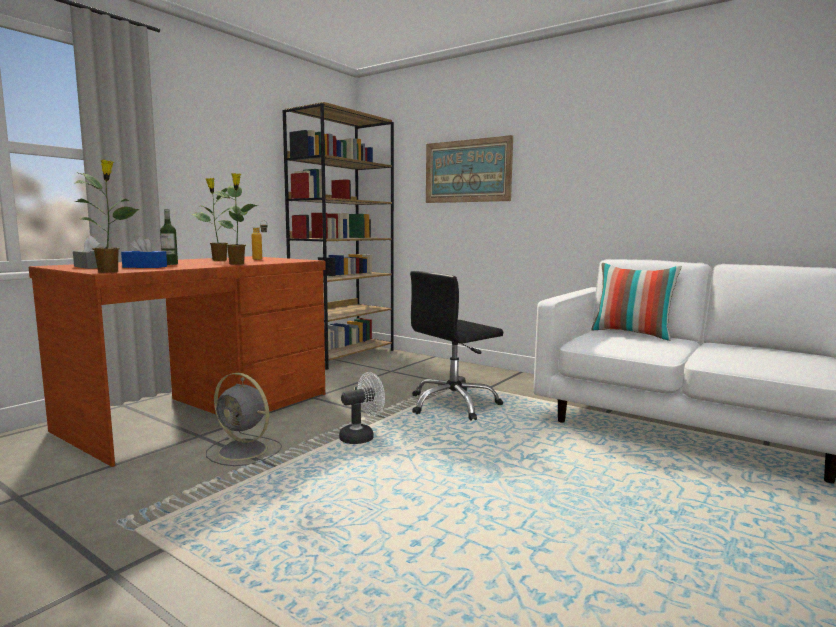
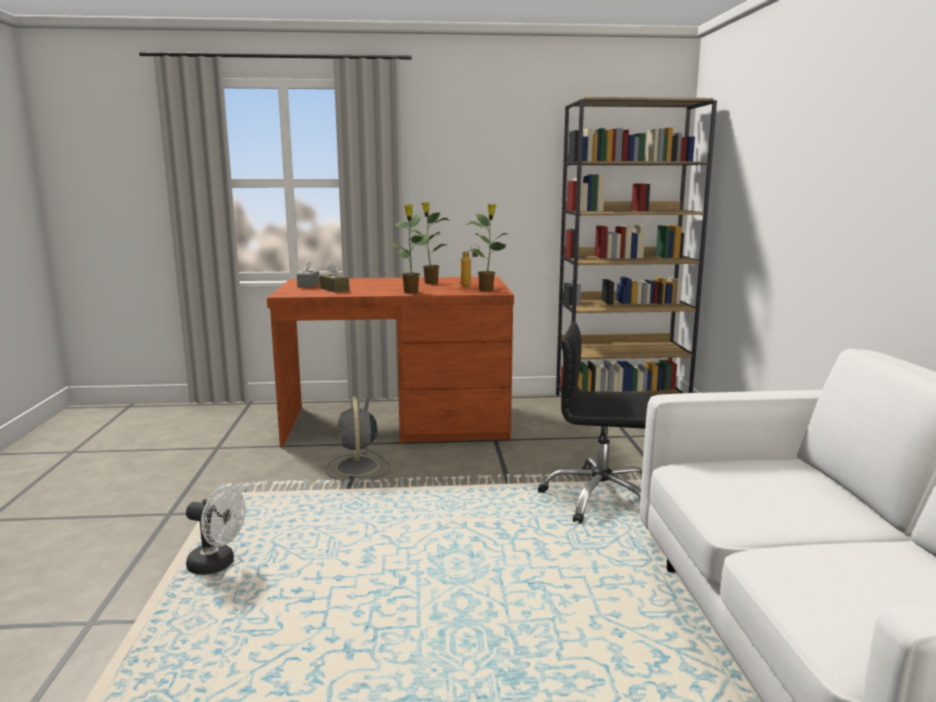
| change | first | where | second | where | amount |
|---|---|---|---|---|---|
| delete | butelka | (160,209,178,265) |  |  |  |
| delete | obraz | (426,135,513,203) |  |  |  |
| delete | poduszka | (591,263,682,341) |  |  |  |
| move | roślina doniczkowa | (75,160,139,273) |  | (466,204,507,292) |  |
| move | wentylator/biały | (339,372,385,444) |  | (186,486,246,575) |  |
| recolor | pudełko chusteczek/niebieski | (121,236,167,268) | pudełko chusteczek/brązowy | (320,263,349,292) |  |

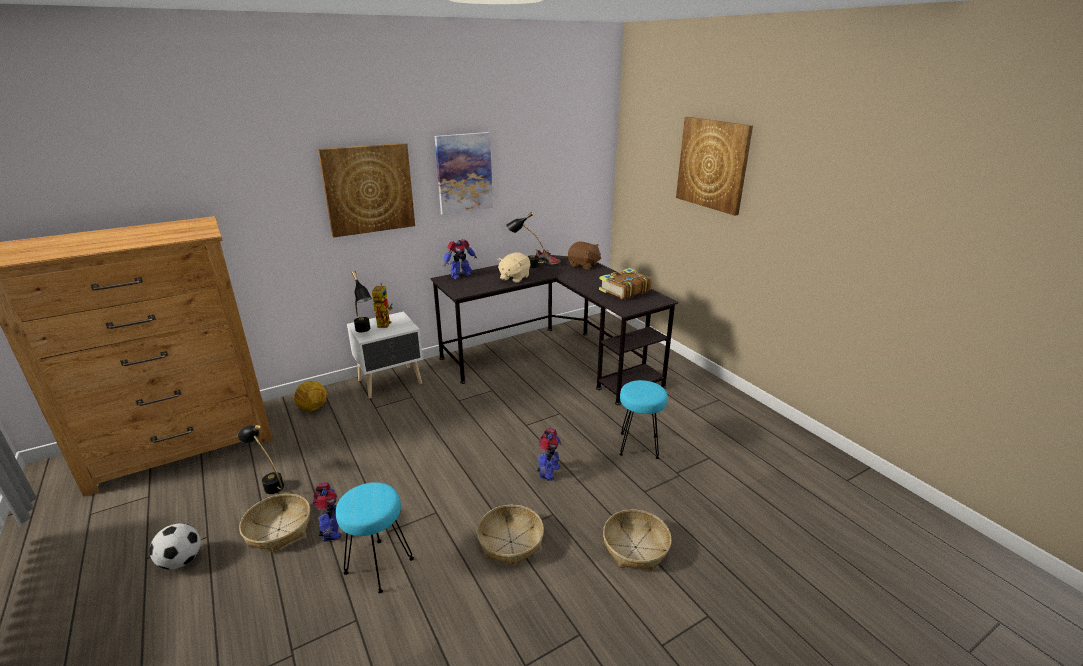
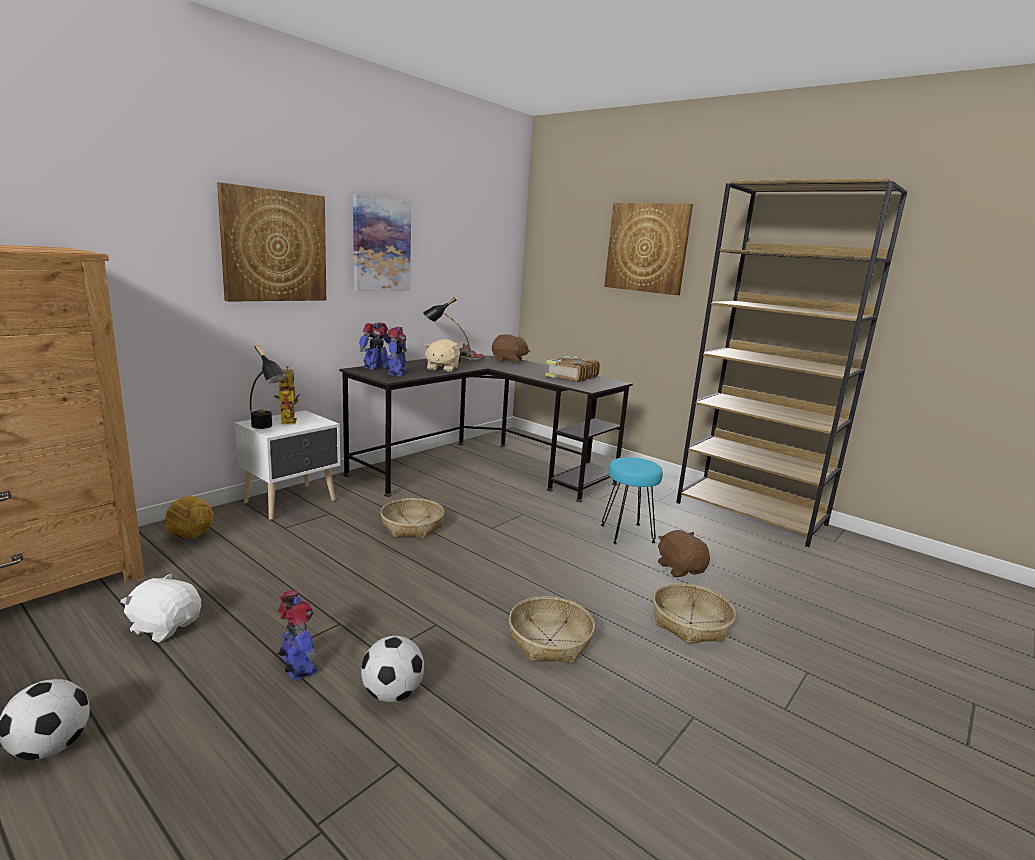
| change | first | where | second | where | amount |
|---|---|---|---|---|---|
| insert |  |  | pluszak/brązowy | (658,530,710,577) |  |
| insert |  |  | regał/brązowy | (676,178,908,547) |  |
| move | koszyk | (239,494,310,553) |  | (381,498,444,538) |  |
| move | robot zabawkowy | (537,428,562,481) |  | (386,327,407,376) |  |
| replace | lampa stołowa/czarny | (238,425,284,494) | pluszak/biały | (120,573,201,643) |  |
| replace | stołek/turkusowy | (336,482,414,593) | piłka futbolowa | (361,636,424,702) |  |

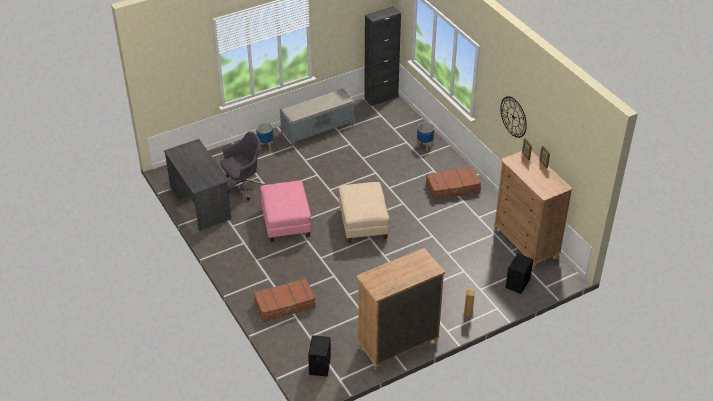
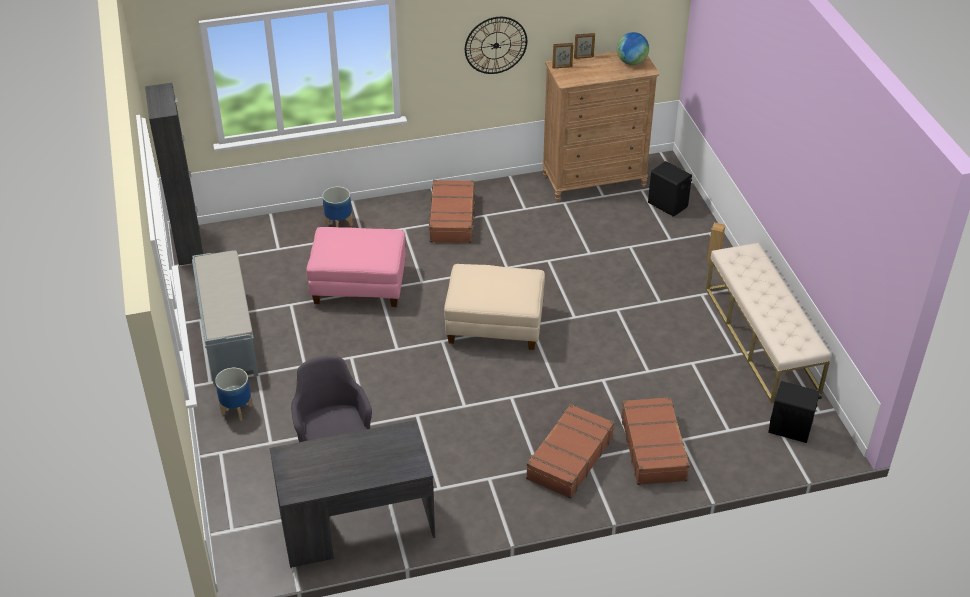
| change | first | where | second | where | amount |
|---|---|---|---|---|---|
| insert |  |  | walizka/brązowy | (526,404,614,499) |  |
| insert |  |  | globus | (617,32,649,65) |  |
| move | pufa/różowy | (260,181,311,242) |  | (306,227,406,307) |  |
| replace | komoda/brązowy | (357,248,445,370) | ławka/beżowy | (706,243,831,403) |  |

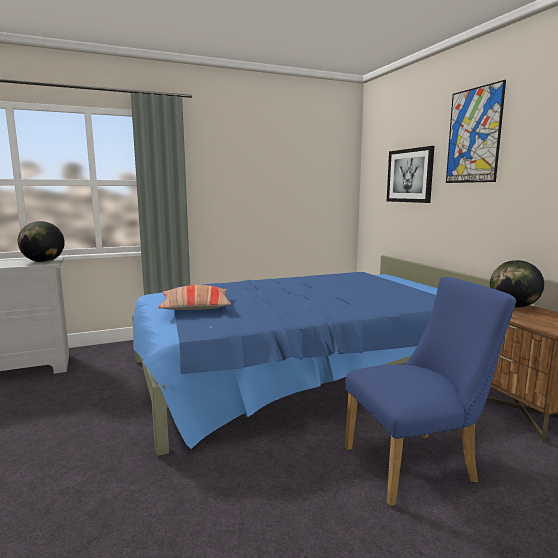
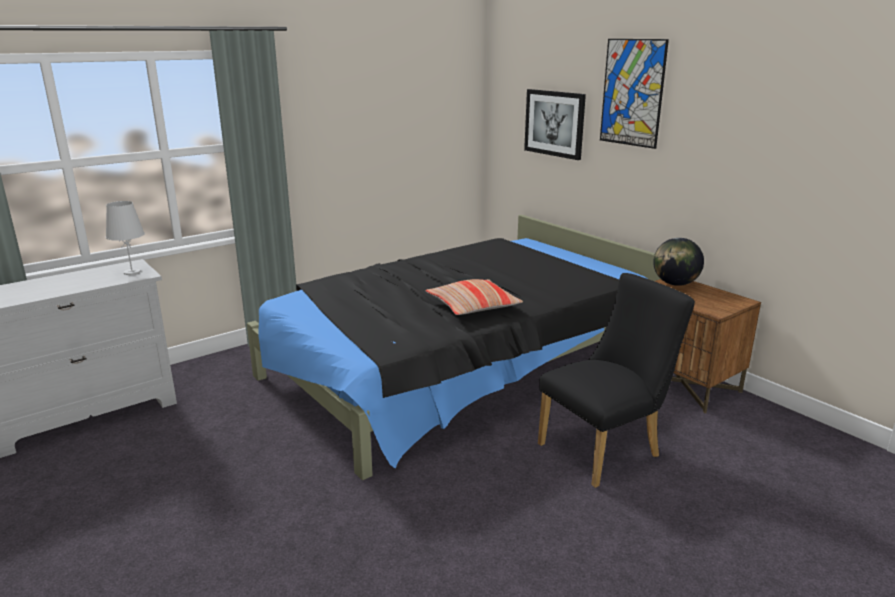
| change | first | where | second | where | amount |
|---|---|---|---|---|---|
| move | poduszka | (158,285,231,310) |  | (426,279,523,315) |  |
| replace | globus | (18,221,65,262) | lampa stołowa/biały | (106,201,145,275) |  |
| recolor | łóżko/niebieski | (132,255,490,456) | łóżko/czarny | (247,215,660,481) |  |
| recolor | krzesło/niebieski | (345,277,516,506) | krzesło/czarny | (538,273,695,488) |  |

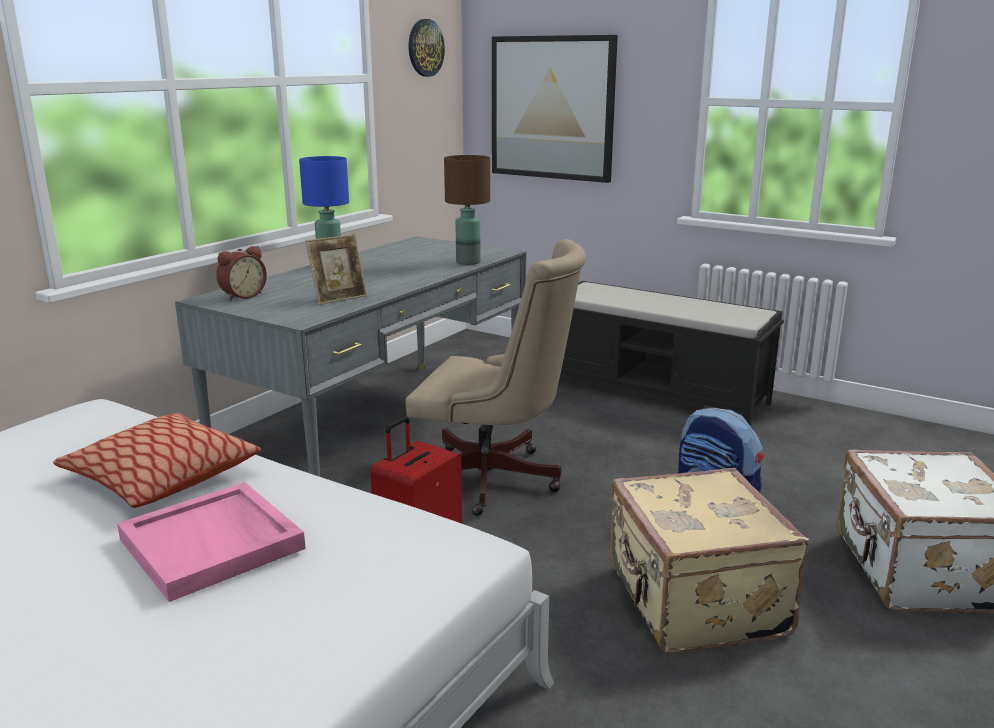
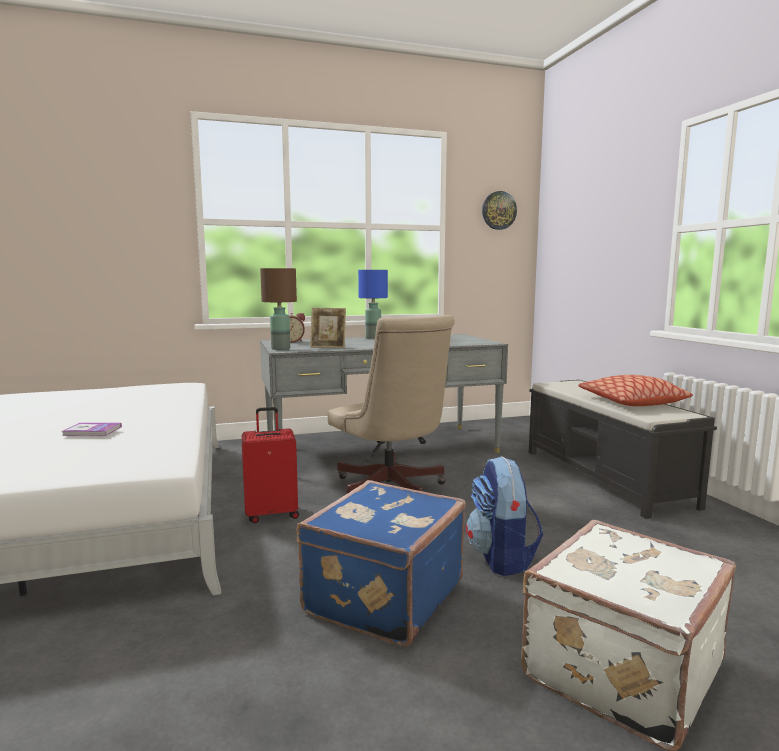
| change | first | where | second | where | amount |
|---|---|---|---|---|---|
| delete | obraz | (492,35,618,183) |  |  |  |
| move | poduszka | (53,413,261,508) |  | (578,375,693,406) |  |
| move | lampa stołowa/brązowy | (444,155,490,265) |  | (260,268,297,350) |  |
| replace | taca/różowy | (117,482,306,602) | książka | (62,423,122,436) |  |
| recolor | walizka/beżowy | (609,468,809,654) | walizka/niebieski | (296,480,466,647) |  |

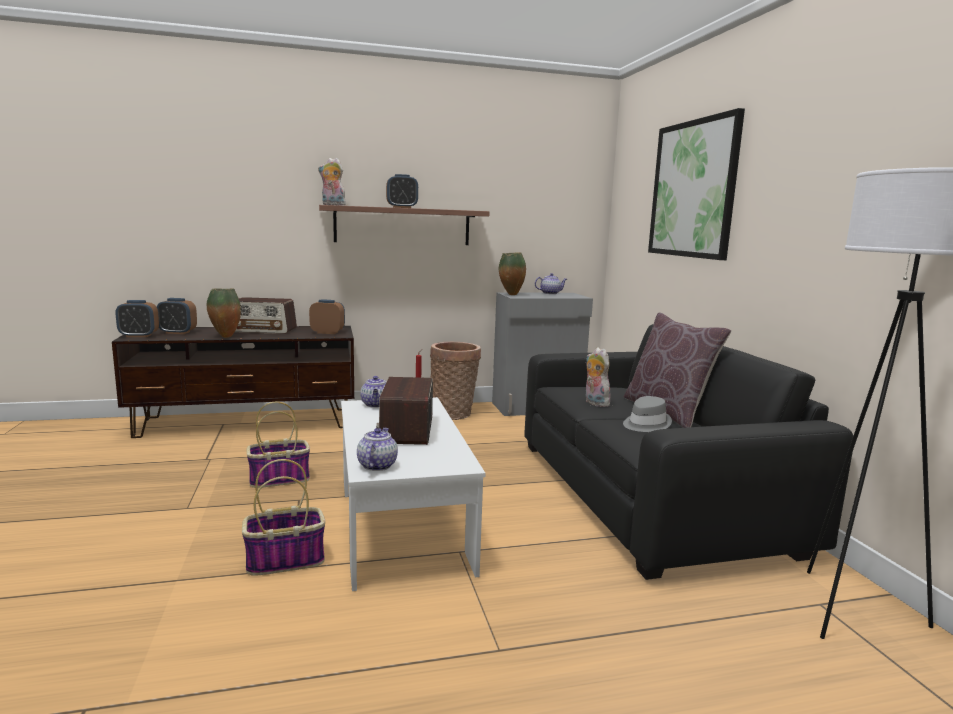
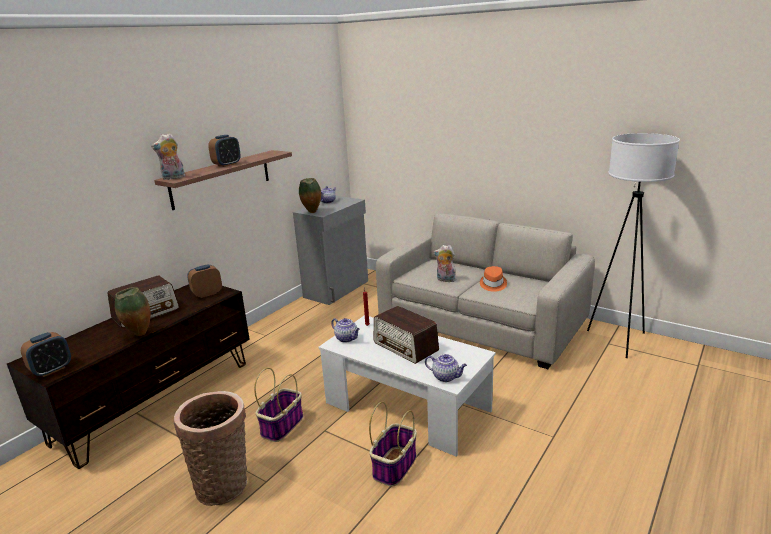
| change | first | where | second | where | amount |
|---|---|---|---|---|---|
| delete | budzik | (157,298,197,334) |  |  |  |
| delete | poduszka/brązowy | (624,312,731,428) |  |  |  |
| delete | obraz | (648,108,745,260) |  |  |  |
| move | koszyk | (430,342,481,420) |  | (174,391,247,506) |  |
| recolor | kanapa/czarny | (524,324,853,580) | kanapa/beżowy | (376,213,595,369) |  |
| recolor | kapelusz/szary | (623,396,672,432) | kapelusz/pomarańczowy | (480,266,507,292) |  |
| rotate | imbryk | (357,428,398,471) |  | (425,354,467,382) | 150 degrees clockwise |

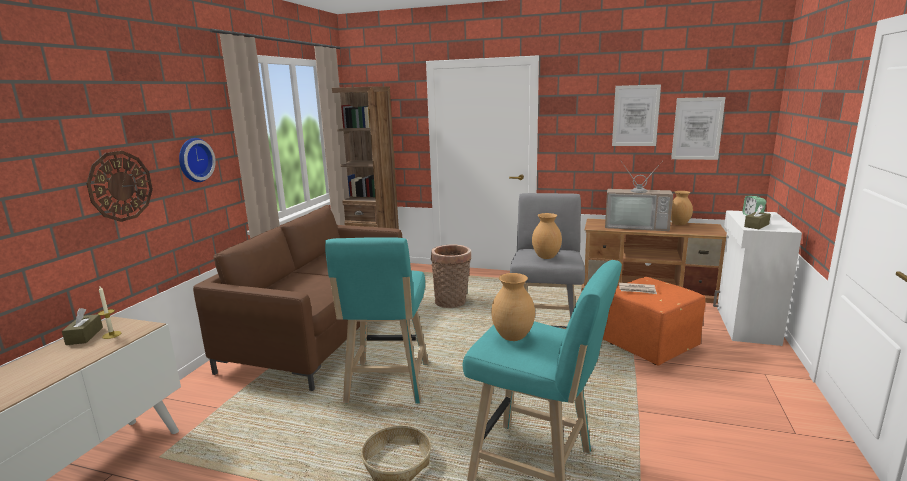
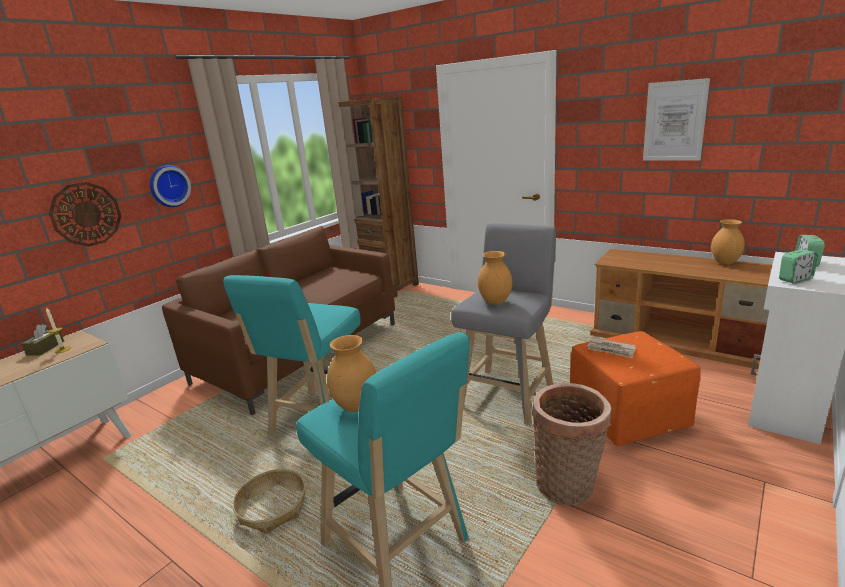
| change | first | where | second | where | amount |
|---|---|---|---|---|---|
| delete | telewizor | (605,160,673,231) |  |  |  |
| delete | obraz | (671,97,725,160) |  |  |  |
| move | koszyk | (431,245,472,308) |  | (532,383,611,505) |  |
| replace | pudełko chusteczek/brązowy | (744,204,771,229) | budzik | (779,249,818,284) |  |

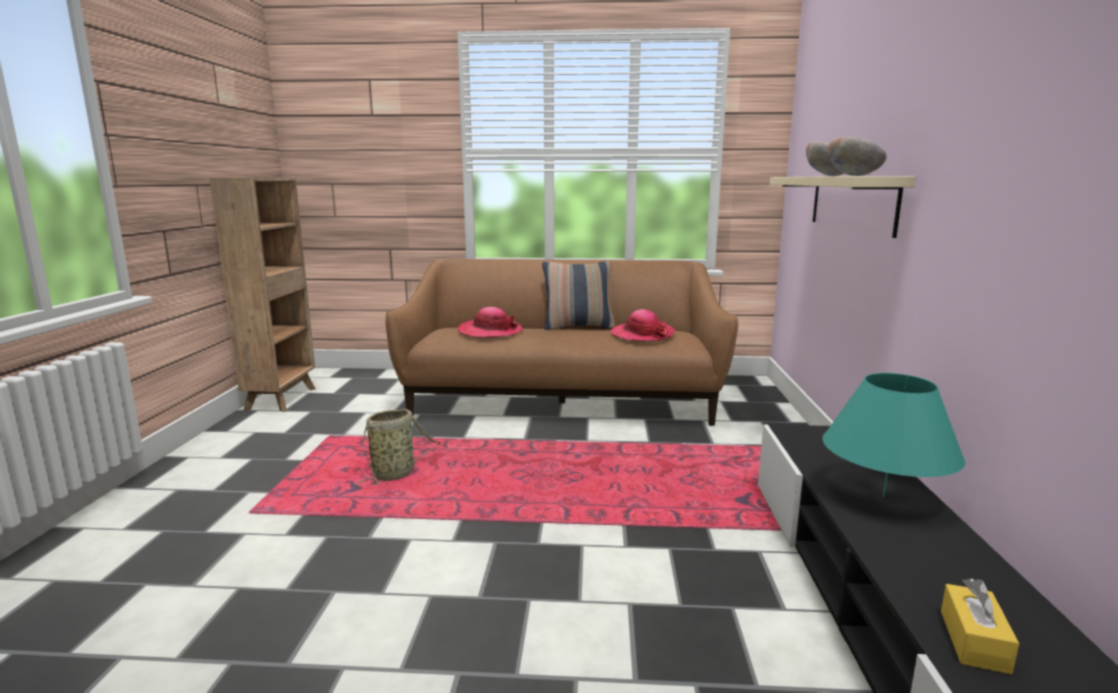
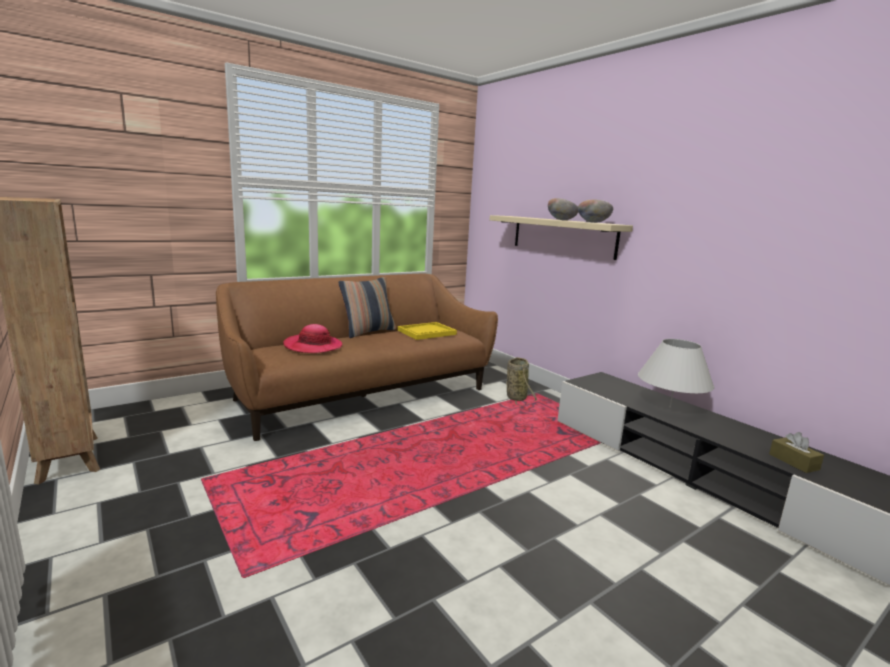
| change | first | where | second | where | amount |
|---|---|---|---|---|---|
| move | koszyk | (355,409,441,487) |  | (506,357,538,406) |  |
| replace | kapelusz | (610,309,675,341) | taca/żółty | (398,322,457,340) |  |
| recolor | lampa stołowa/turkusowy | (822,373,966,497) | lampa stołowa/biały | (638,339,714,408) |  |
| recolor | pudełko chusteczek/żółty | (941,578,1019,674) | pudełko chusteczek/brązowy | (769,432,824,473) |  |

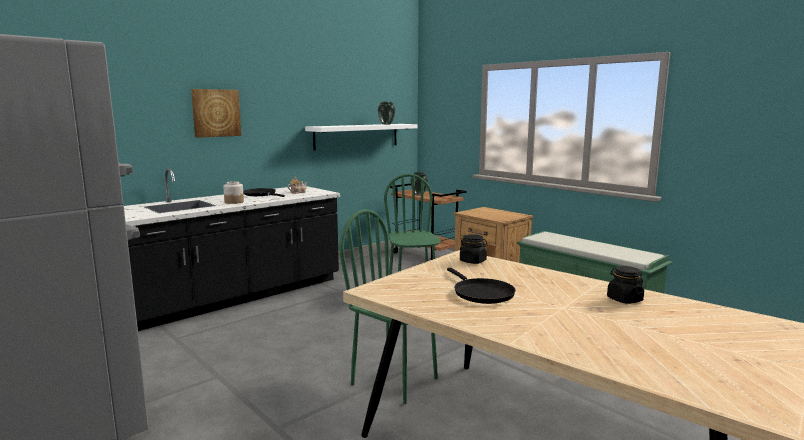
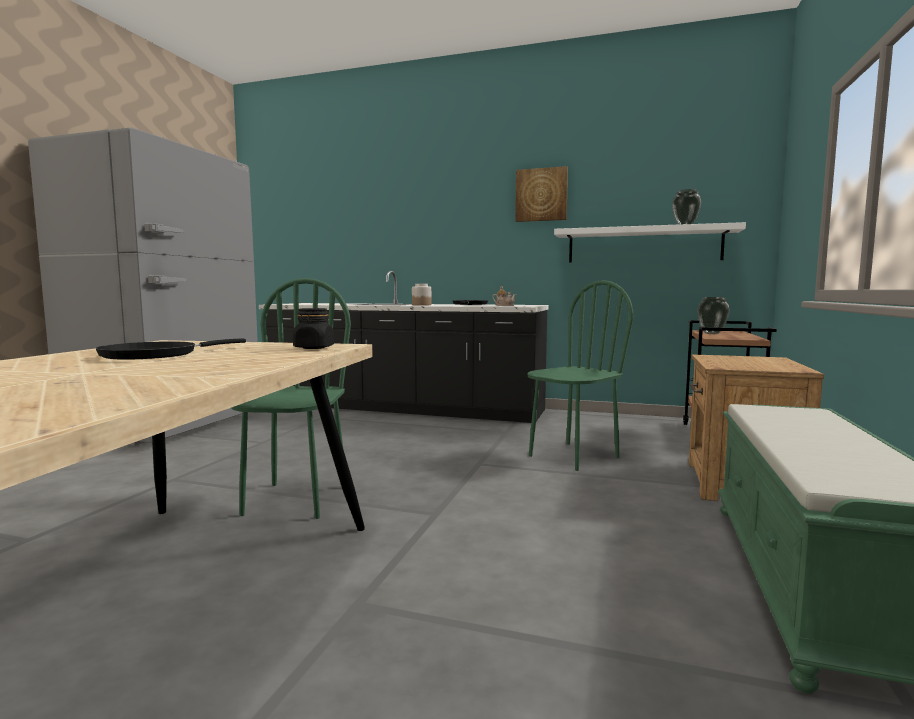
| change | first | where | second | where | amount |
|---|---|---|---|---|---|
| delete | słoik/czarny | (607,266,644,304) |  |  |  |
| move | obraz | (191,89,241,138) |  | (515,166,568,222) |  |

